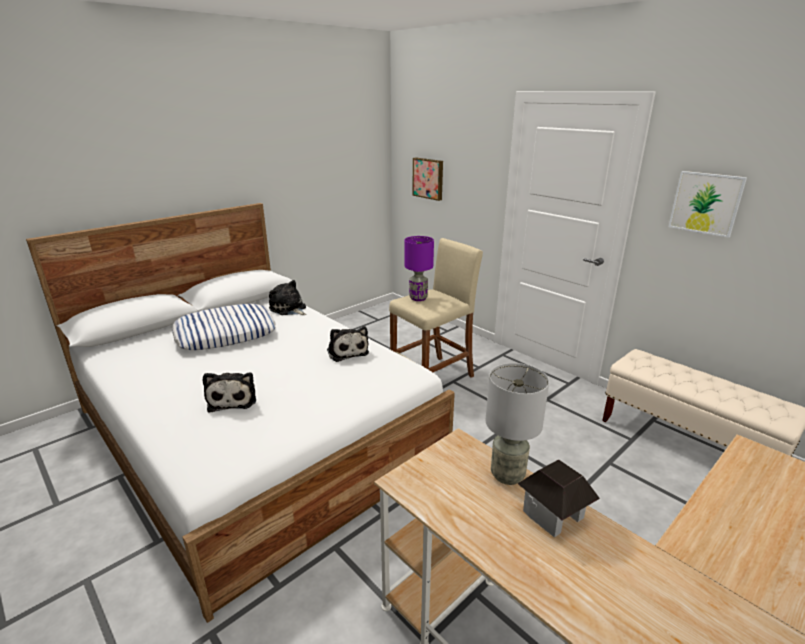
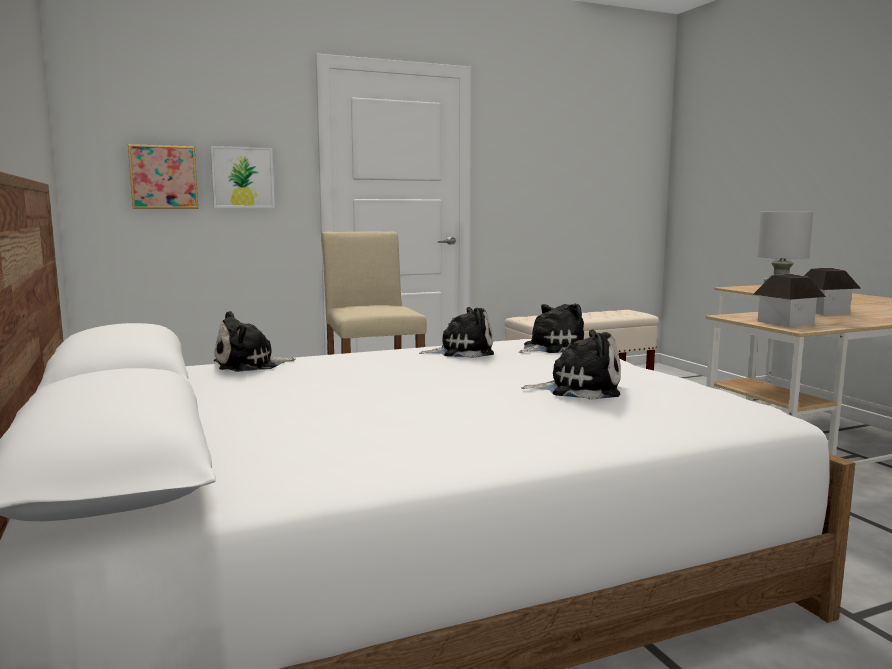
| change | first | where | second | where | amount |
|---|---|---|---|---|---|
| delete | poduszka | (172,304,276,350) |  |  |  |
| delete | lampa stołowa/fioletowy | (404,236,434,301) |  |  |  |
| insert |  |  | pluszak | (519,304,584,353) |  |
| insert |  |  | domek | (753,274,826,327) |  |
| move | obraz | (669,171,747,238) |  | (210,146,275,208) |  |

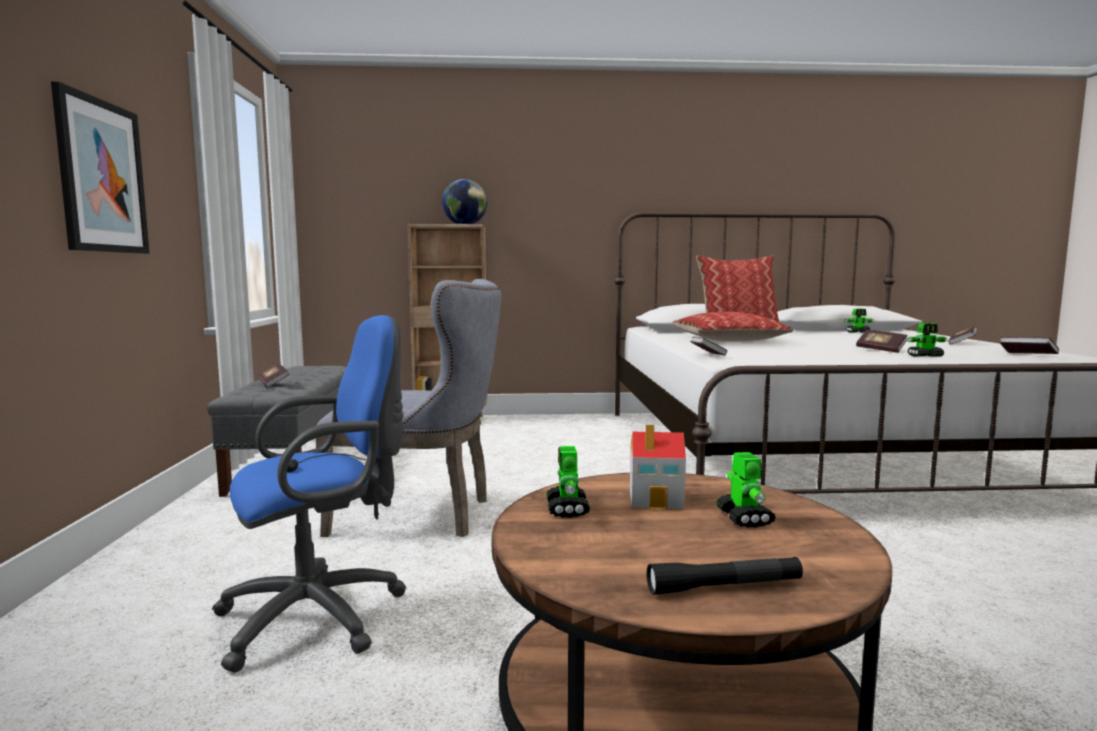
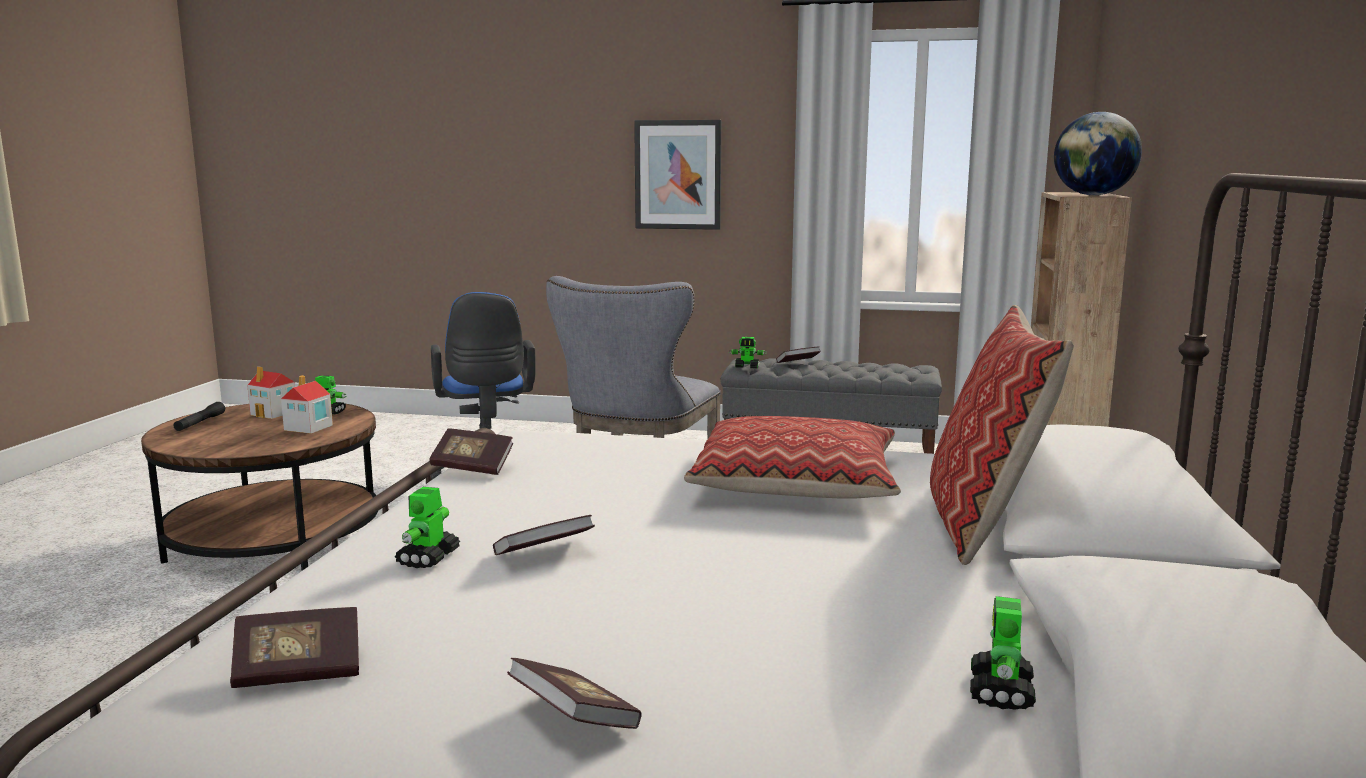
| change | first | where | second | where | amount |
|---|---|---|---|---|---|
| insert |  |  | domek | (247,366,295,419) |  |
| move | książka | (690,337,727,356) |  | (429,428,513,475) |  |
| move | robot zabawkowy | (716,452,776,528) |  | (729,337,767,369) |  |

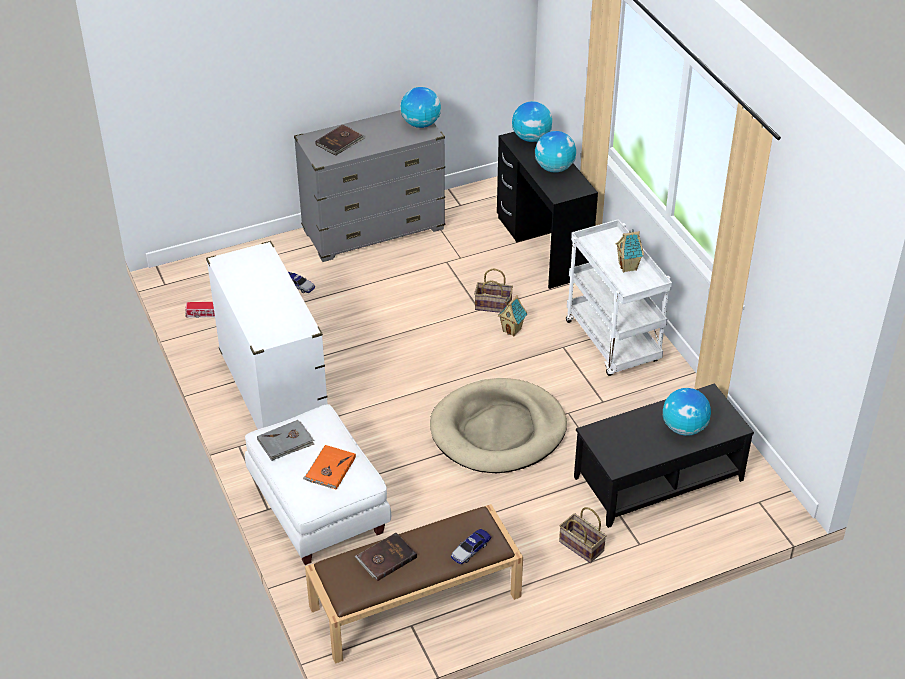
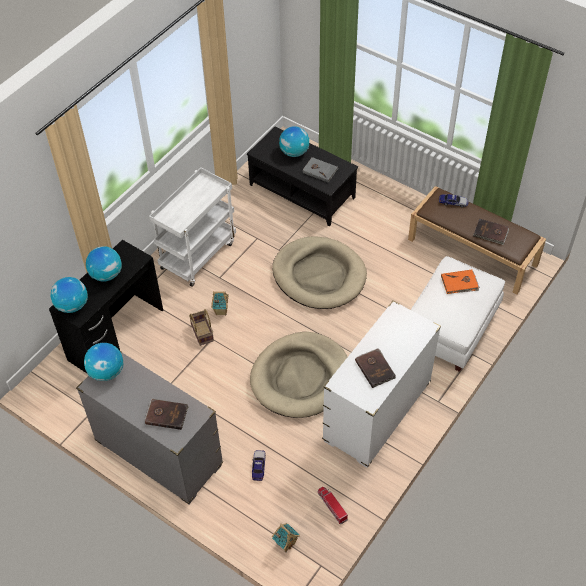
| change | first | where | second | where | amount |
|---|---|---|---|---|---|
| delete | koszyk | (559,507,607,563) |  |  |  |
| insert |  |  | legowisko/beżowy | (250,332,347,418) |  |
| insert |  |  | książka/brązowy | (355,348,396,388) |  |
| move | książka/szary | (257,420,314,461) |  | (303,157,338,183) |  |
| move | domek | (616,229,644,272) |  | (272,523,299,552) |  |

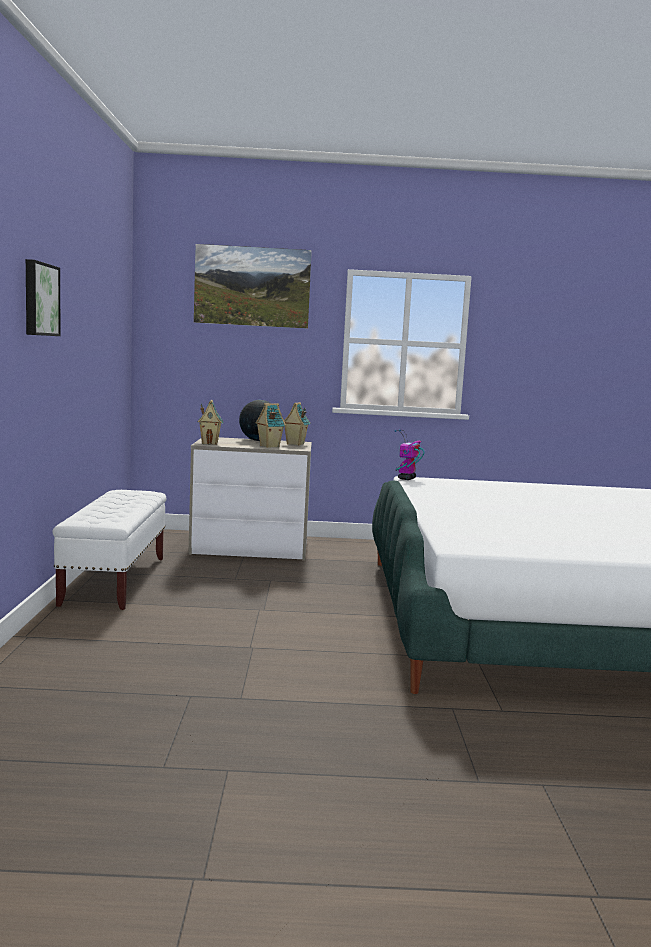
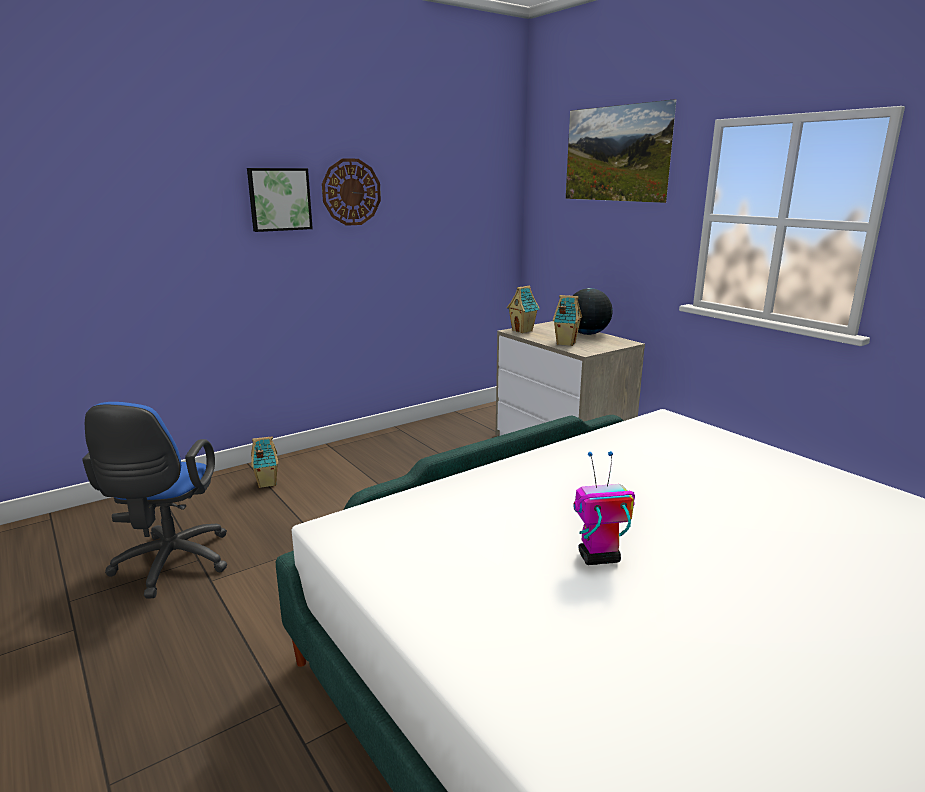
| change | first | where | second | where | amount |
|---|---|---|---|---|---|
| delete | ławka/biały | (53,490,166,610) |  |  |  |
| insert |  |  | krzesło biurowe/niebieski | (82,402,227,599) |  |
| insert |  |  | zegar ścienny | (322,158,381,226) |  |
| move | domek | (284,402,310,446) |  | (251,436,278,488) |  |
| move | robot zabawkowy | (395,429,425,480) |  | (573,451,635,565) |  |

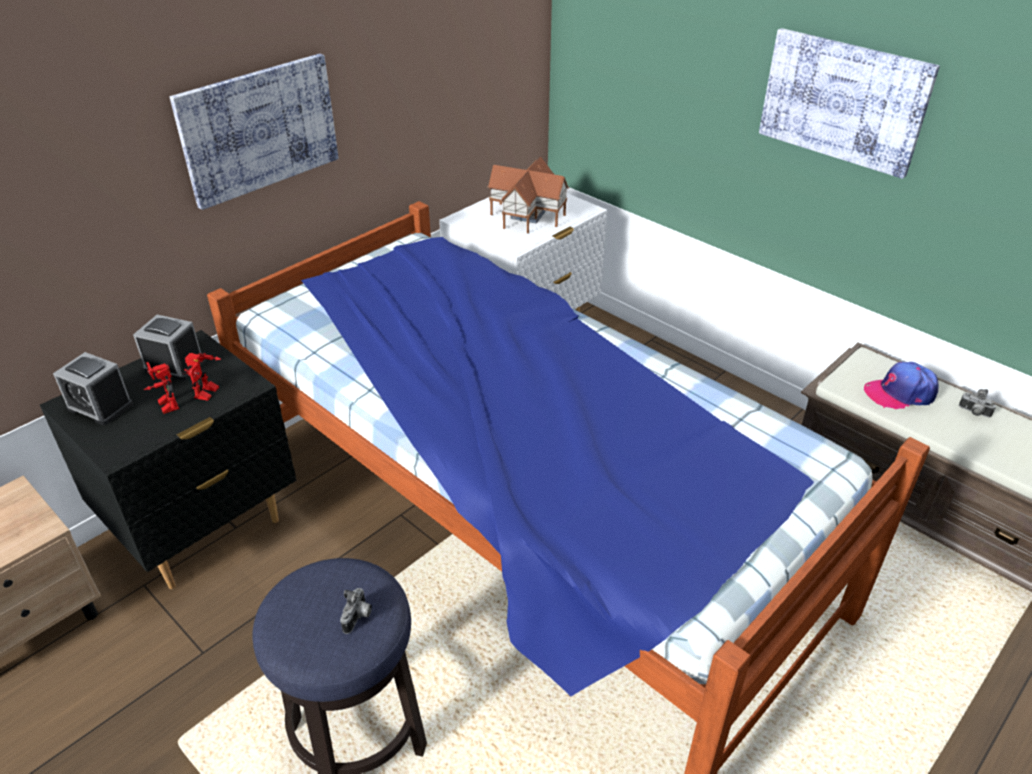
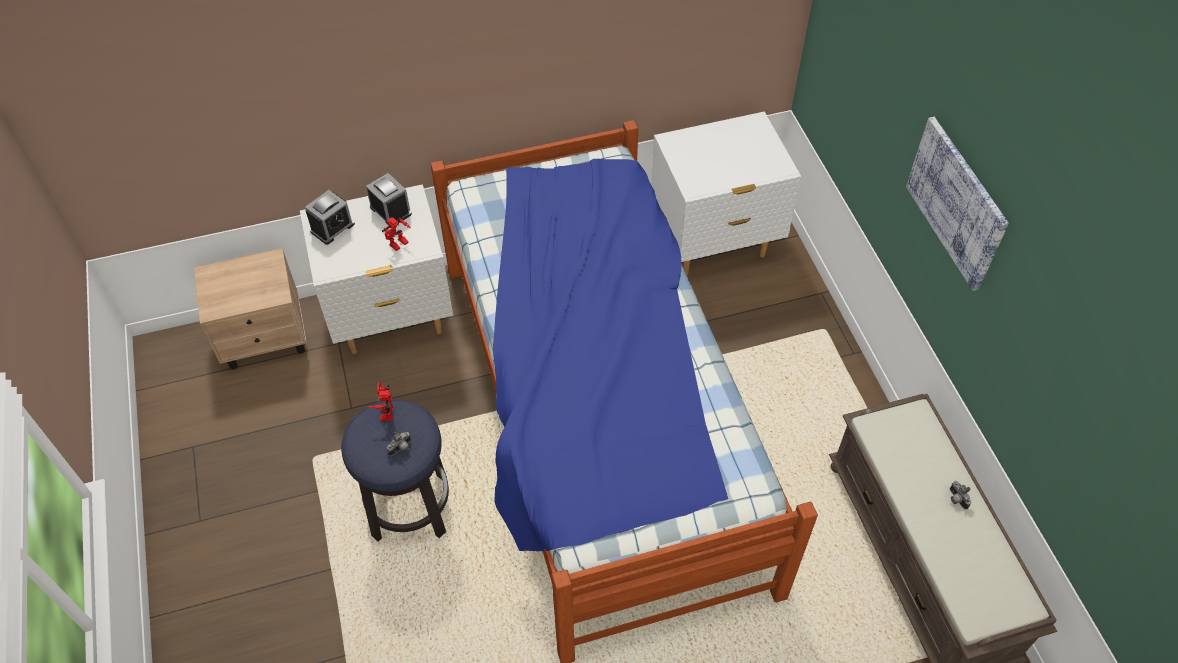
| change | first | where | second | where | amount |
|---|---|---|---|---|---|
| delete | obraz | (170,54,339,210) |  |  |  |
| delete | domek | (488,156,569,233) |  |  |  |
| delete | czapka z daszkiem | (864,362,939,409) |  |  |  |
| move | robot zabawkowy | (144,362,179,414) |  | (368,382,394,421) |  |
| recolor | szafka nocna/czarny | (40,330,296,589) | szafka nocna/biały | (300,184,453,354) |  |
| rotate | budzik | (53,352,133,425) |  | (305,190,355,245) | 105 degrees counterclockwise |

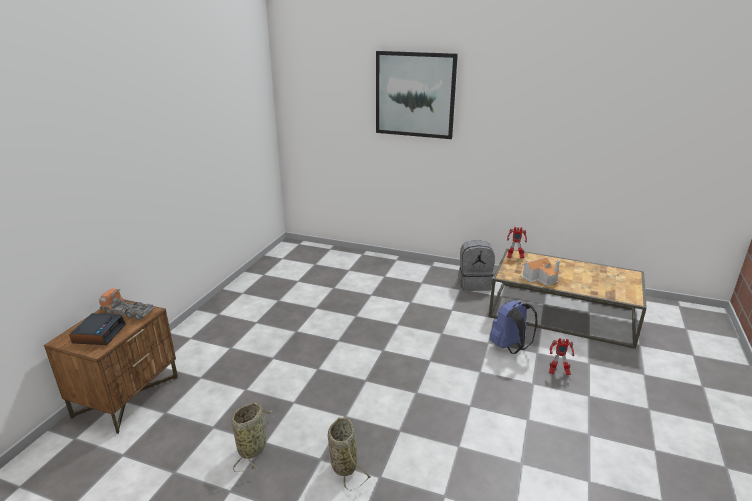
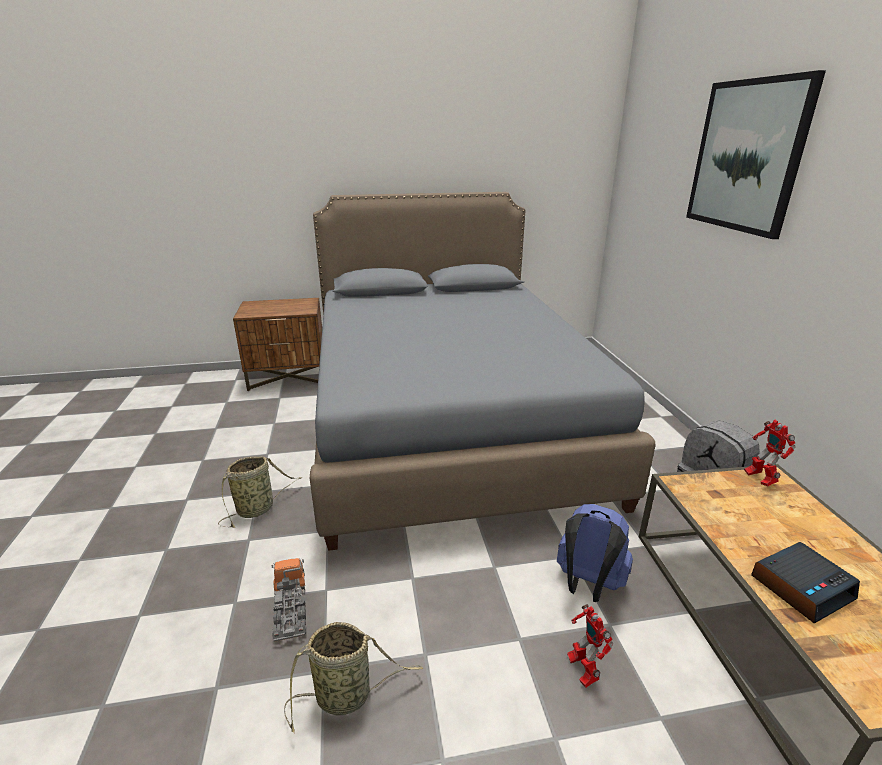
| change | first | where | second | where | amount |
|---|---|---|---|---|---|
| delete | domek | (521,257,562,286) |  |  |  |
| insert |  |  | łóżko/szary | (310,192,656,551) |  |
| move | budzik | (69,313,126,345) |  | (751,542,860,624) |  |
| move | ciężarówka zabawkowa | (99,289,155,320) |  | (271,558,306,642) |  |
| move | koszyk | (232,403,273,472) |  | (284,622,423,734) |  |

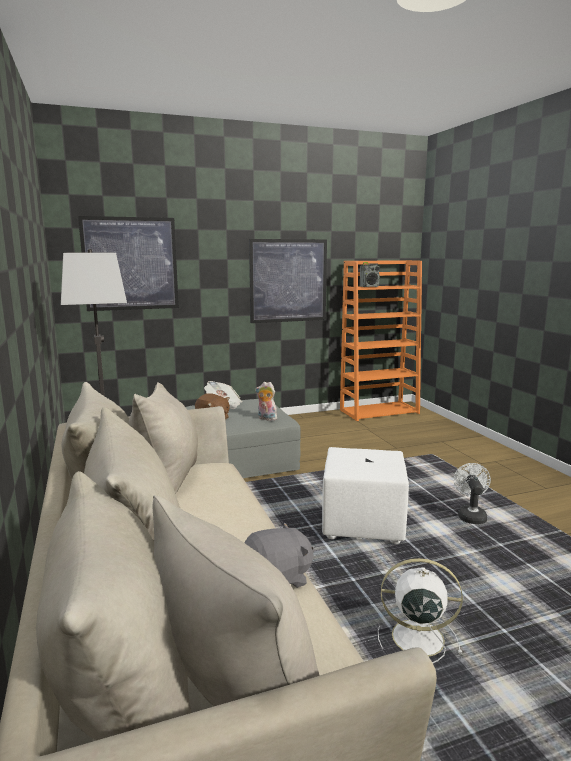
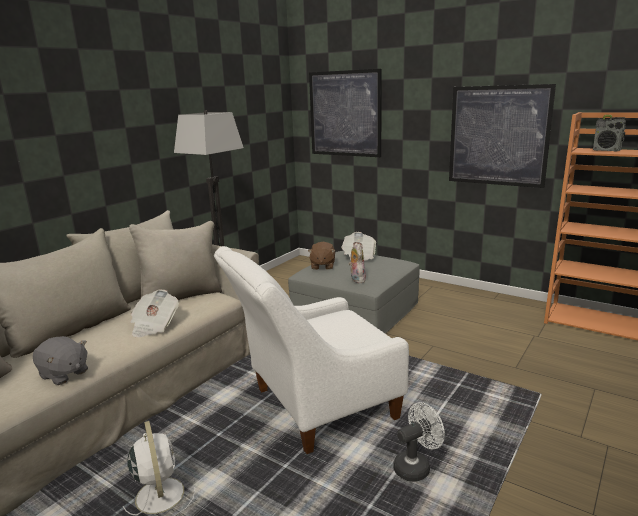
| change | first | where | second | where | amount |
|---|---|---|---|---|---|
| insert |  |  | gazeta | (130,290,179,337) |  |
| replace | pufa/biały | (322,447,409,544) | fotel/biały | (214,246,409,454) |  |

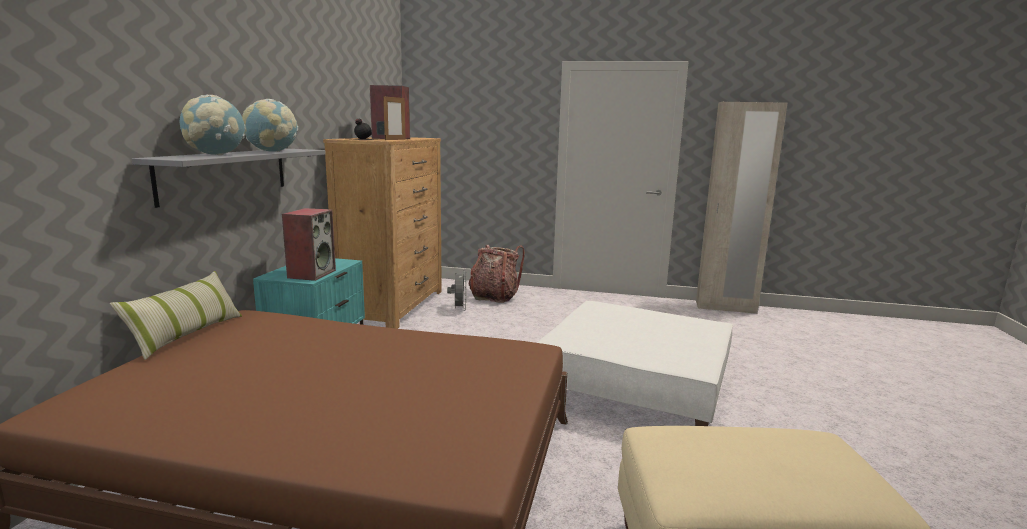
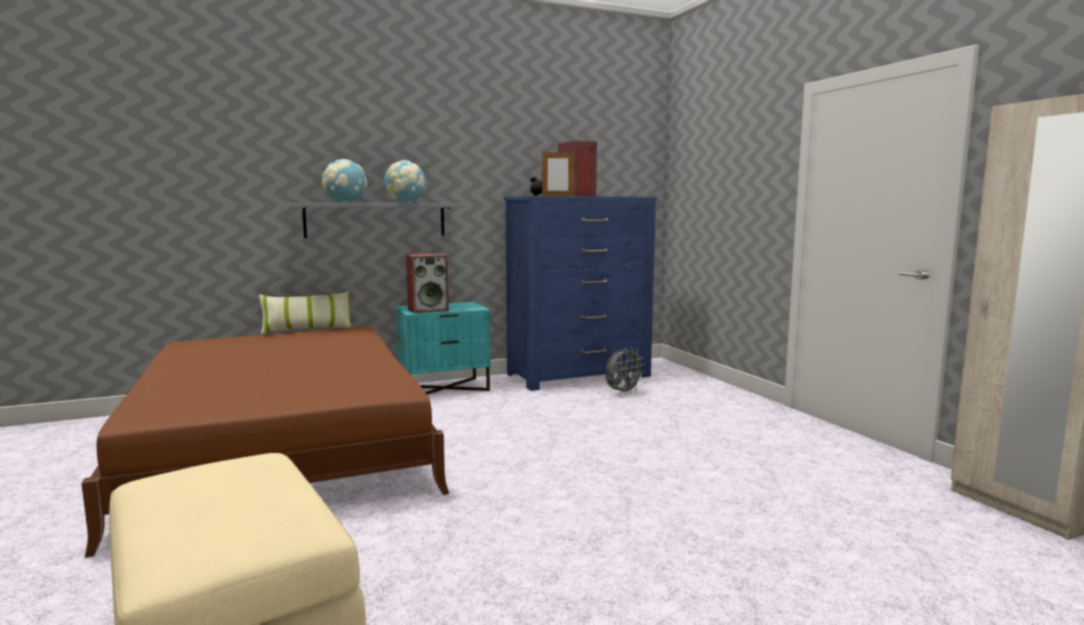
| change | first | where | second | where | amount |
|---|---|---|---|---|---|
| delete | plecak | (469,245,525,303) |  |  |  |
| delete | pufa/biały | (537,301,733,426) |  |  |  |
| recolor | komoda/brązowy | (323,137,442,329) | komoda/niebieski | (504,196,658,391) |  |

